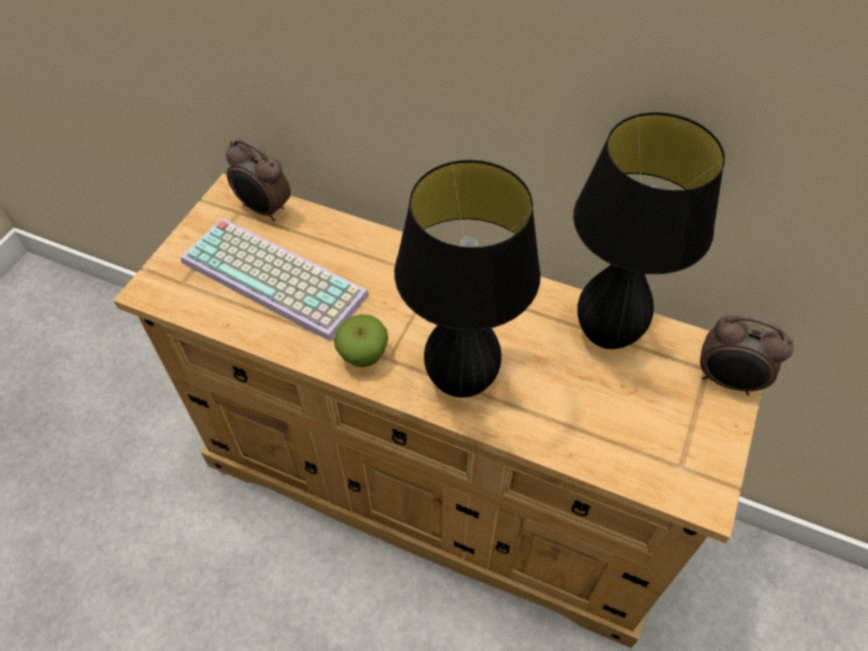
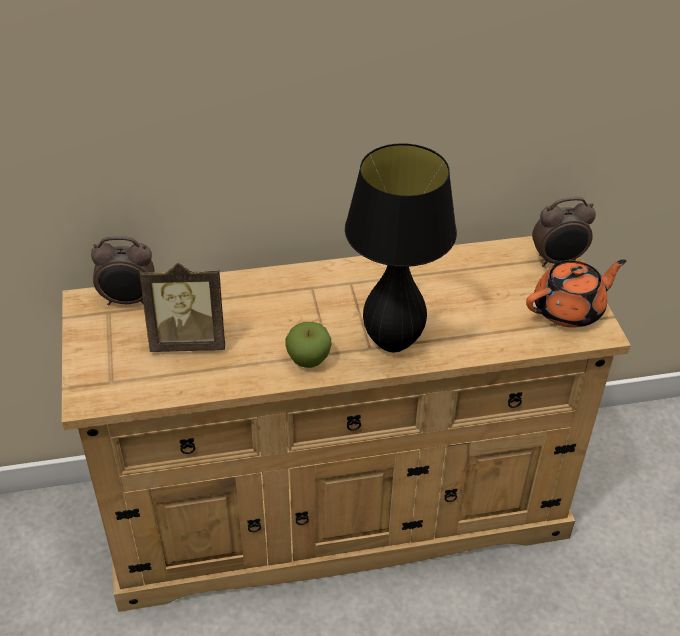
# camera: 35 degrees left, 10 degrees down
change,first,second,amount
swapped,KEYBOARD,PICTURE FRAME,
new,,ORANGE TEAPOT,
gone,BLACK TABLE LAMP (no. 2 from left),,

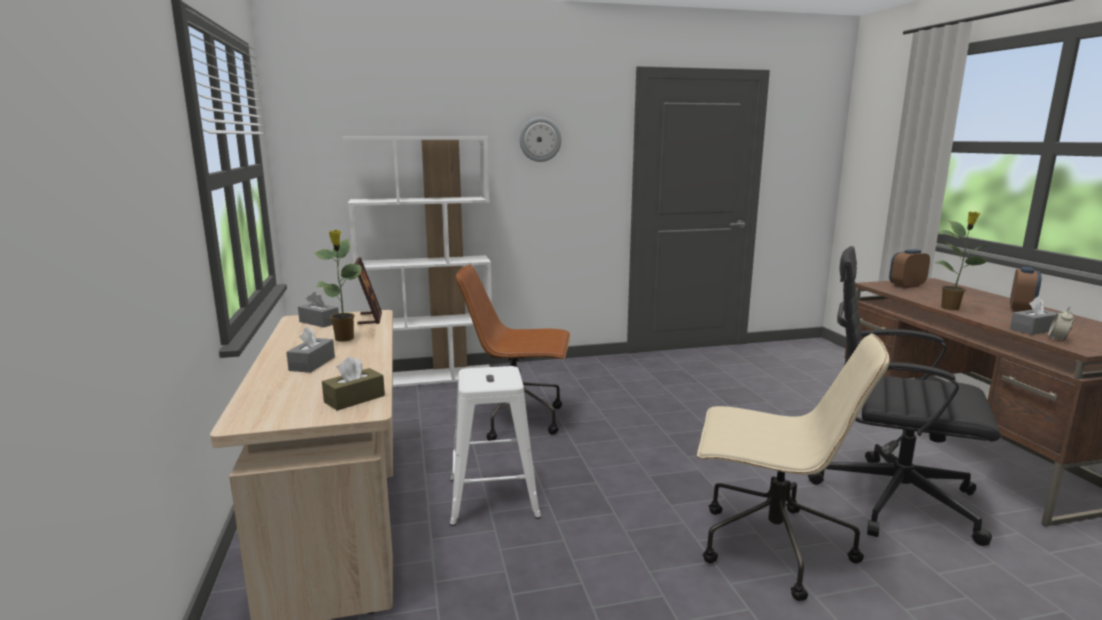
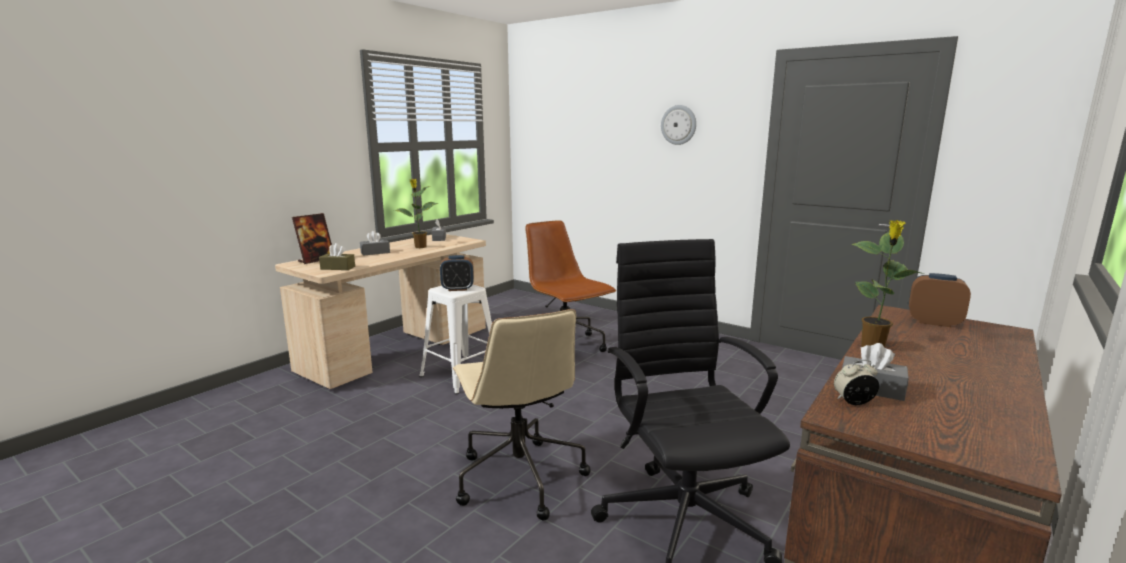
# camera: 50 degrees right, 0 degrees up
change,first,second,amount
shifted,PICTURE FRAME,,
shifted,ALARM CLOCK (no. 2 from left in the first image),ALARM CLOCK (no. 1 from left),
gone,WHITE BOOKCASE,,

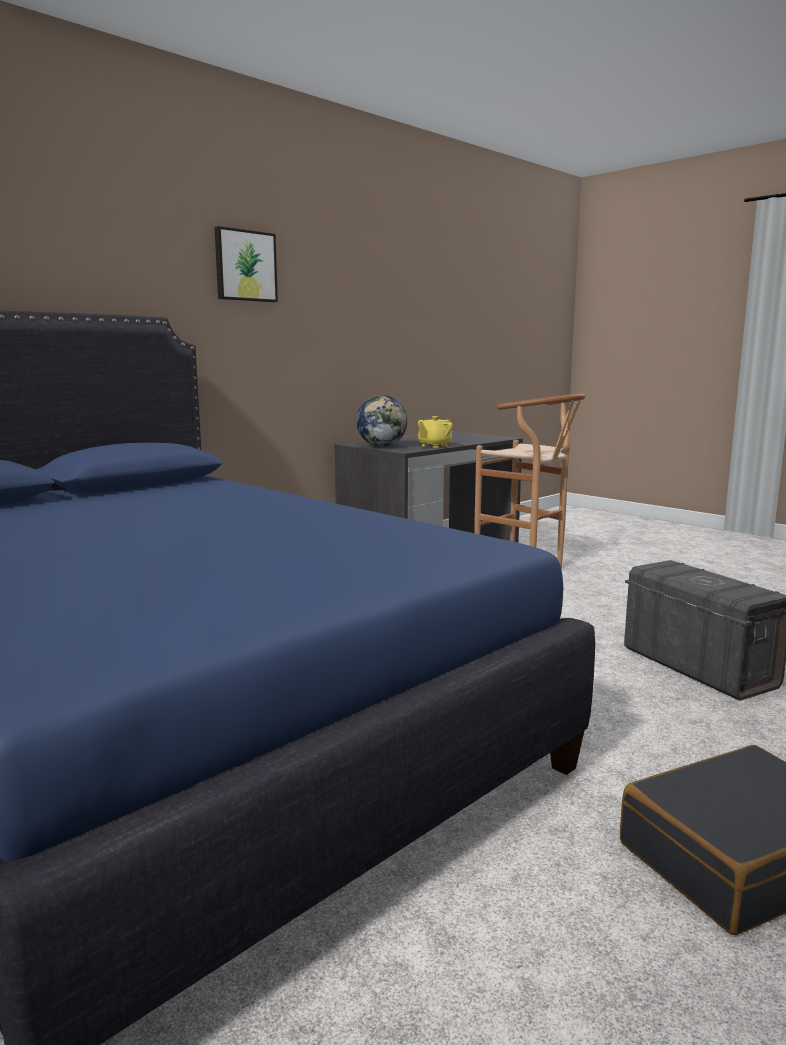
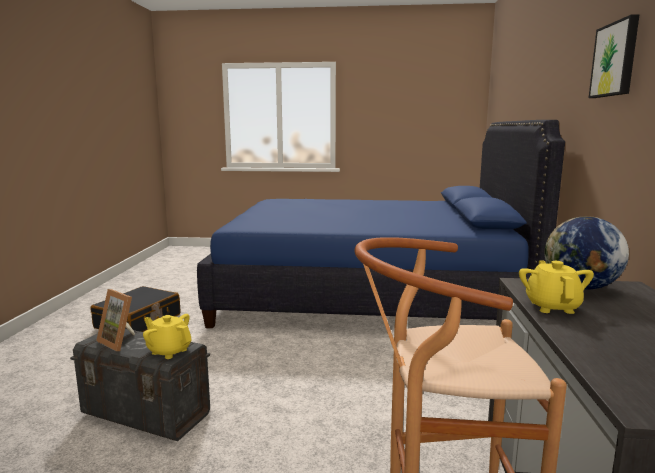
# camera: 140 degrees right, 0 degrees up
change,first,second,amount
new,,PICTURE FRAME,
new,,YELLOW TEAPOT (no. 1 from left),

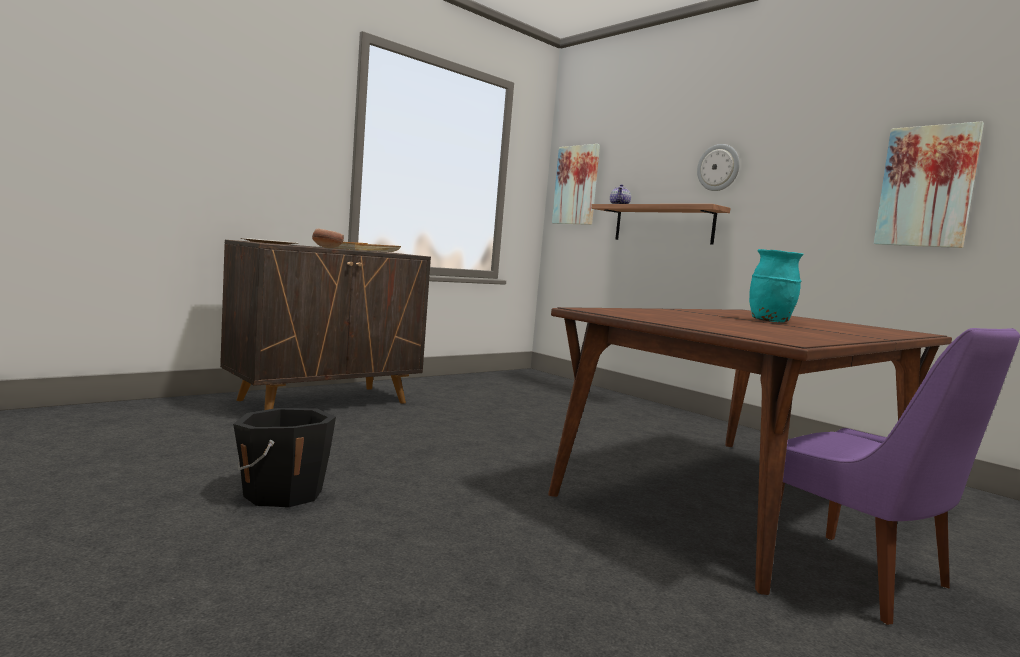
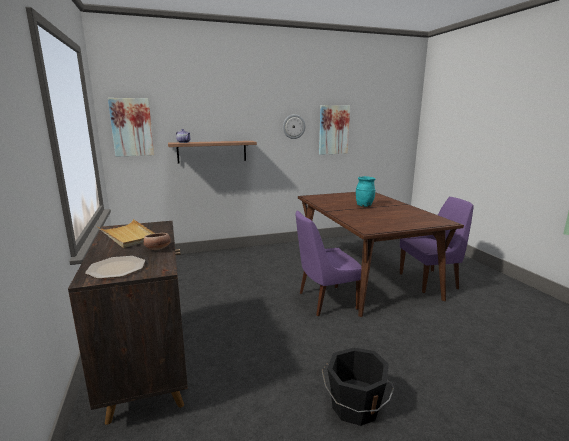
# camera: 65 degrees left, 10 degrees up
change,first,second,amount
shifted,WALL CLOCK,,
new,,PURPLE CHAIR (no. 1 from left),

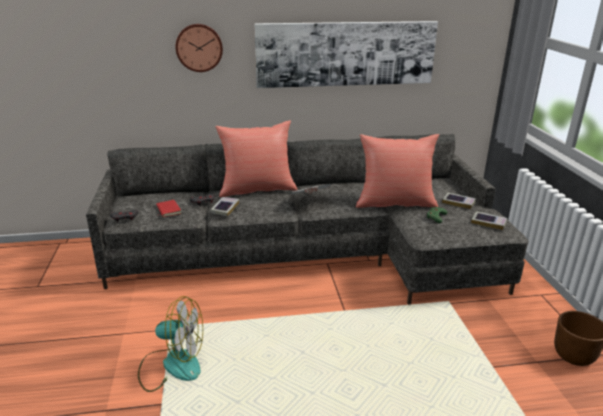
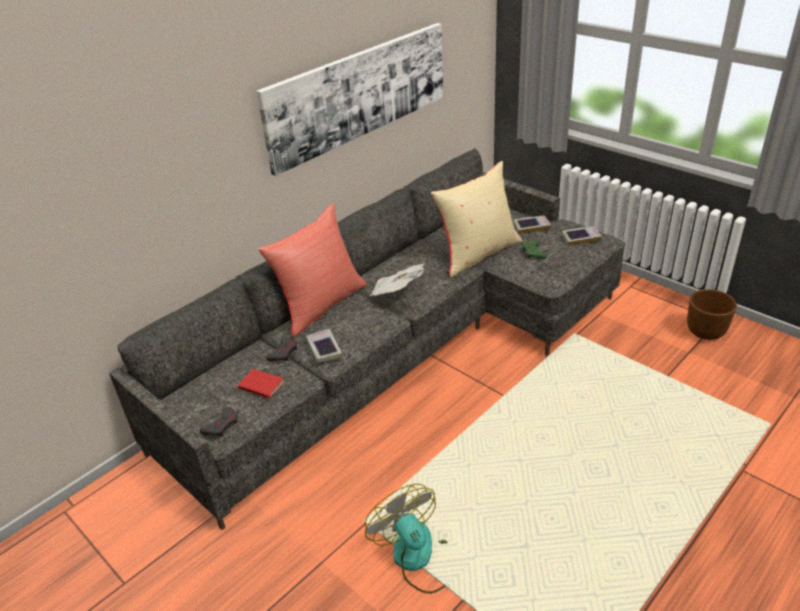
# camera: 35 degrees left, 10 degrees up
change,first,second,amount
rotated,FAN,,90 degrees counterclockwise
repainted,RED PILLOW (no. 2 from left),BEIGE PILLOW,
gone,WALL CLOCK,,

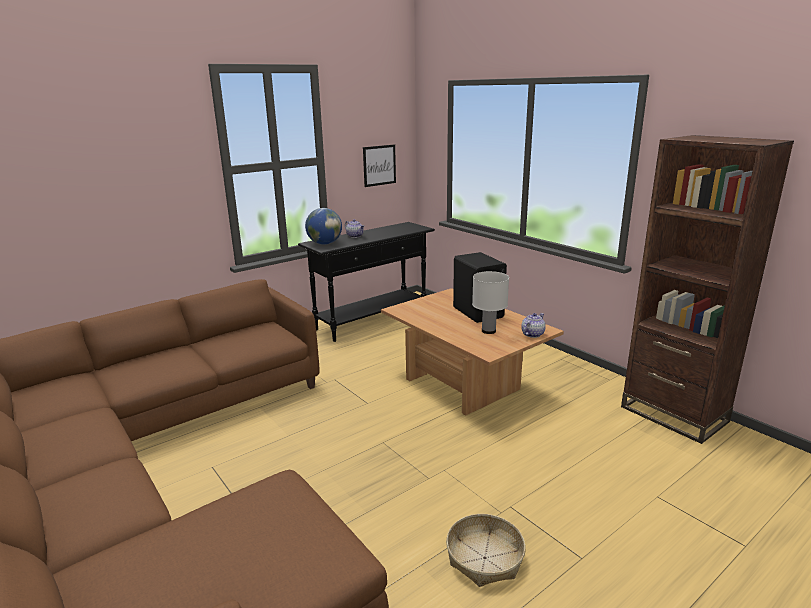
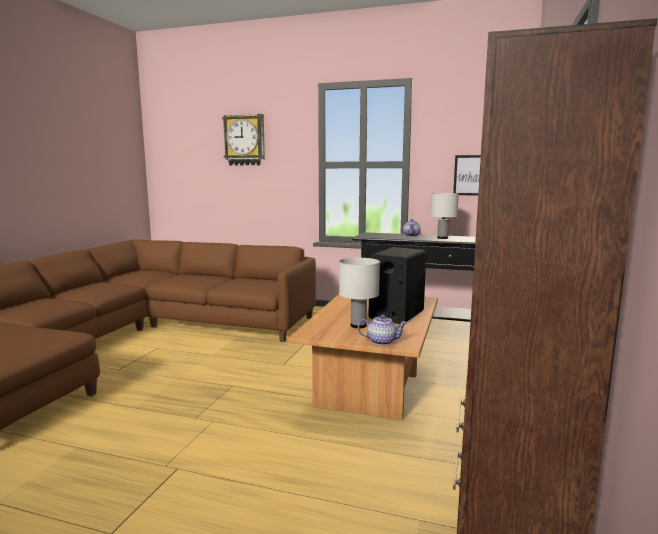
# camera: 55 degrees right, 10 degrees down
change,first,second,amount
new,,WALL CLOCK,
new,,WHITE TABLE LAMP (no. 2 from left),
gone,GLOBE,,
gone,BASKET,,

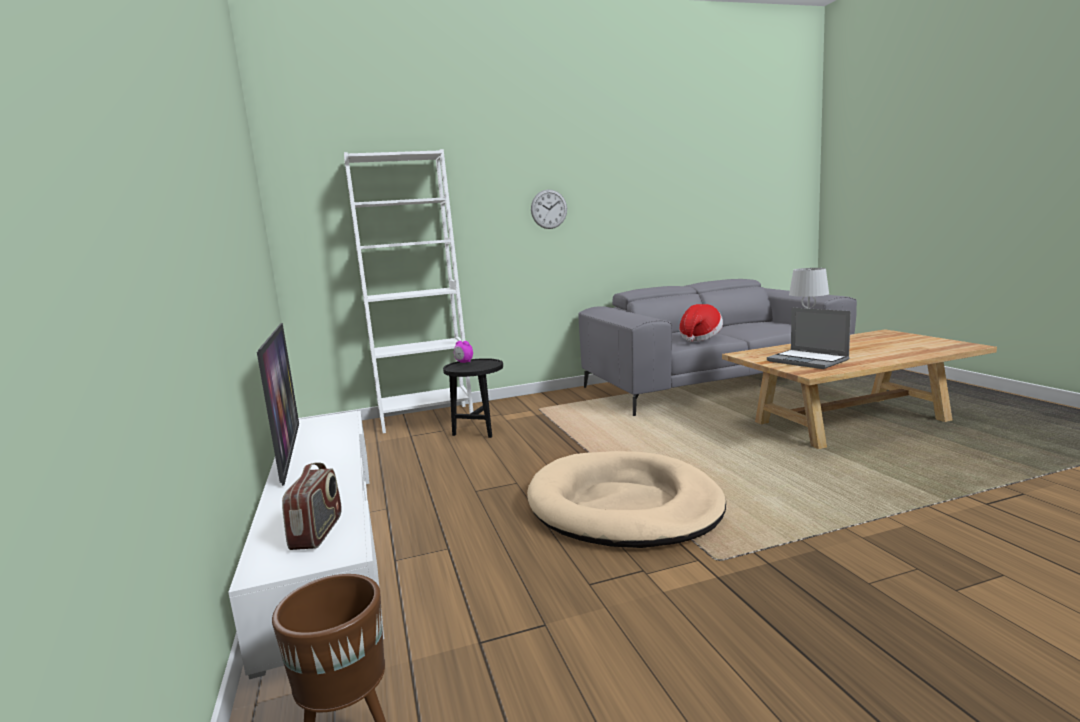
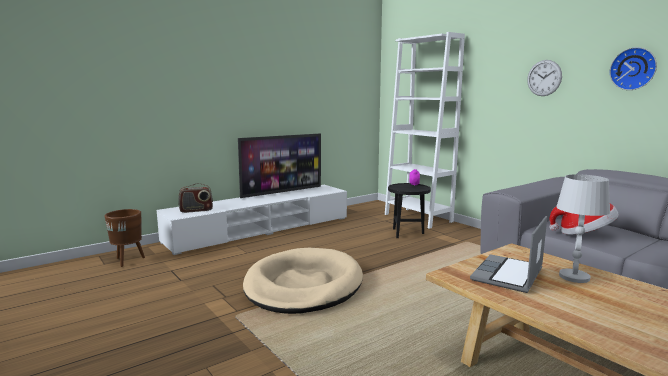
# camera: 70 degrees right, 0 degrees up
change,first,second,amount
new,,WALL CLOCK (no. 2 from left),

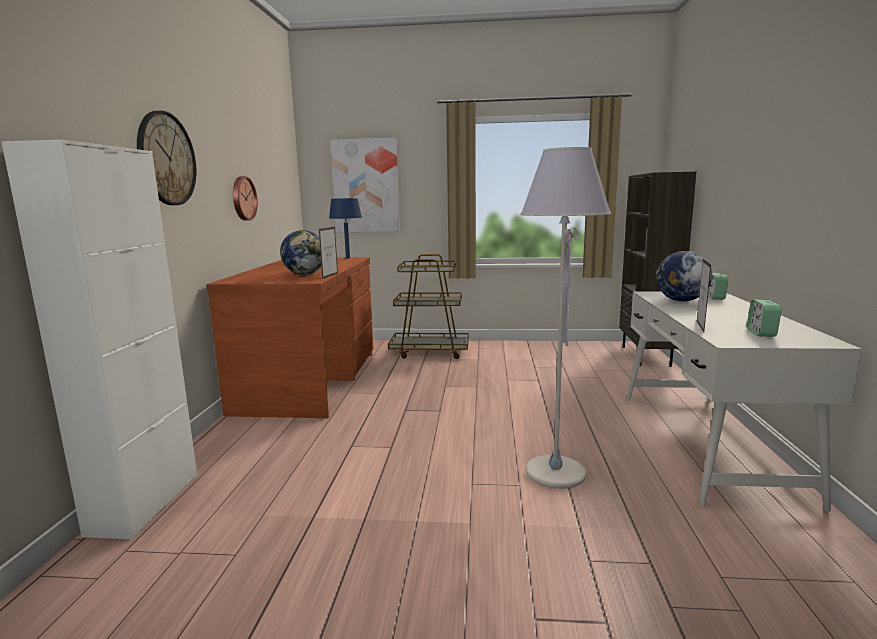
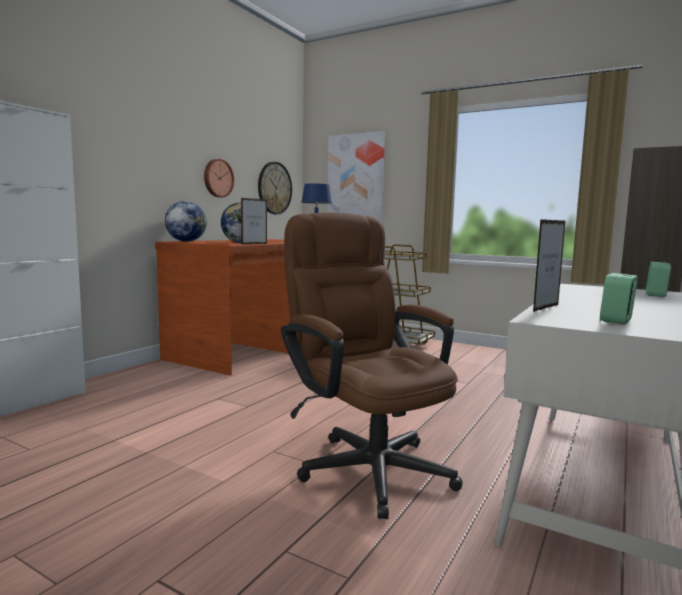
# camera: 25 degrees right, 5 degrees down
change,first,second,amount
shifted,GLOBE (no. 2 from left in the first image),GLOBE (no. 1 from left),
shifted,WALL CLOCK (no. 1 from left in the first image),WALL CLOCK (no. 2 from left),
swapped,GREY FLOOR LAMP,BROWN OFFICE CHAIR,

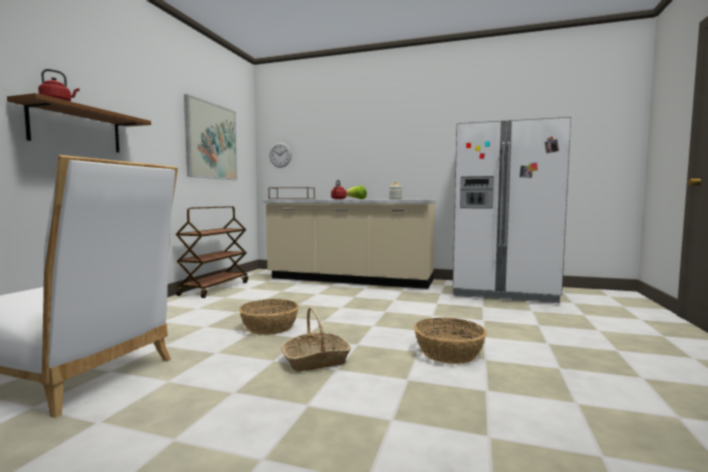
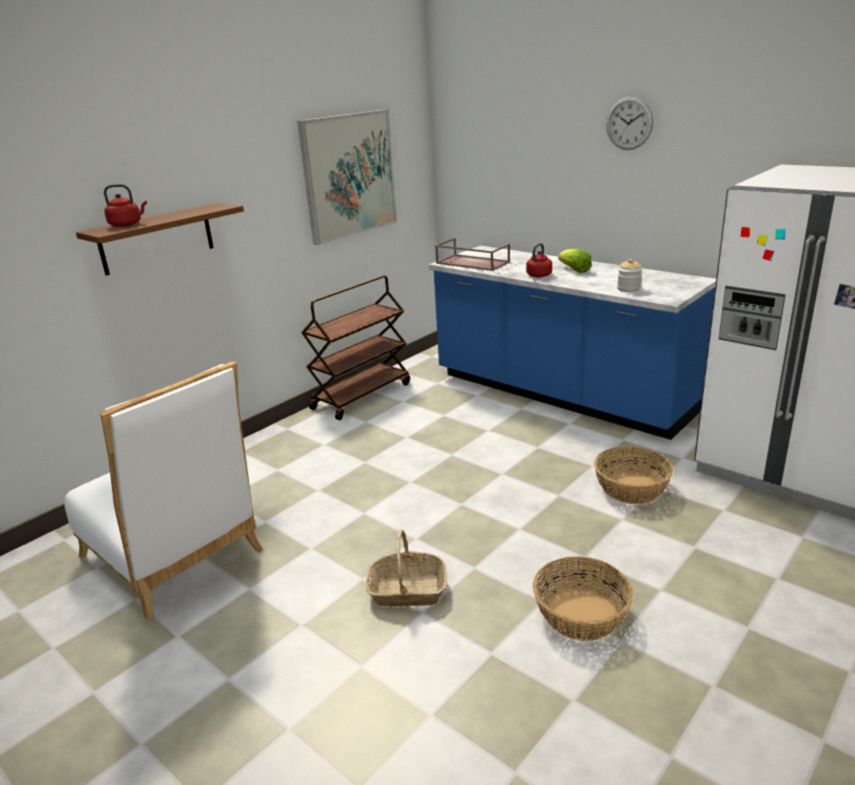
# camera: 25 degrees right, 20 degrees up
change,first,second,amount
repainted,BEIGE COUNTER,BLUE COUNTER,
shifted,BASKET (no. 1 from left in the first image),BASKET (no. 3 from left),
shifted,WALL CLOCK,,

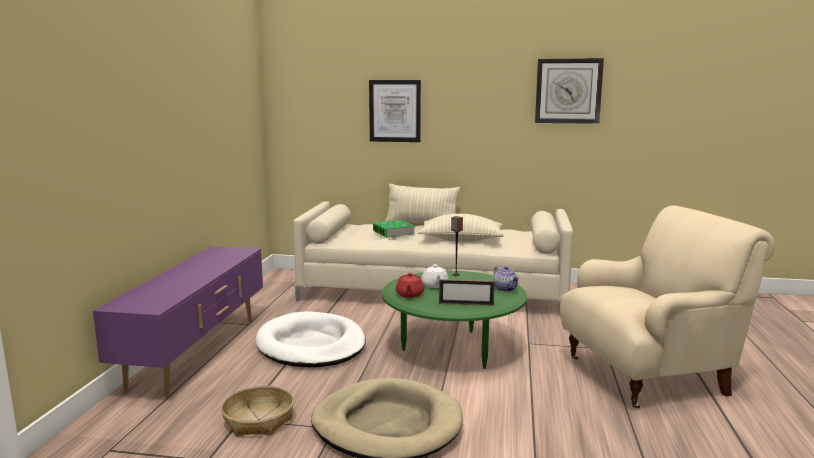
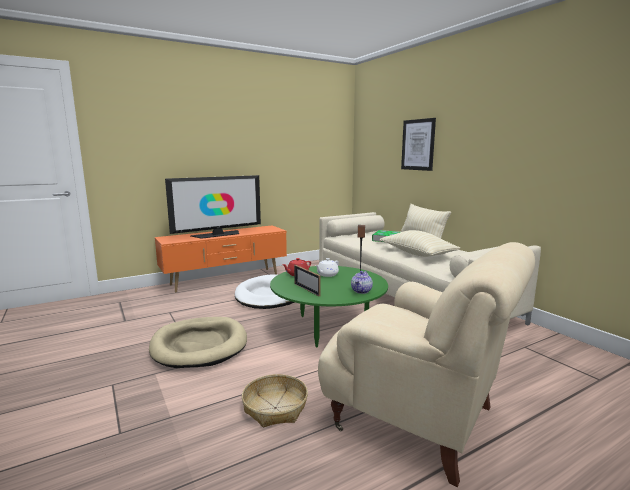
# camera: 50 degrees right, 0 degrees up
change,first,second,amount
repainted,PURPLE TV STAND,ORANGE TV STAND,
new,,TELEVISION,
shifted,BASKET,,
gone,WALL CLOCK,,

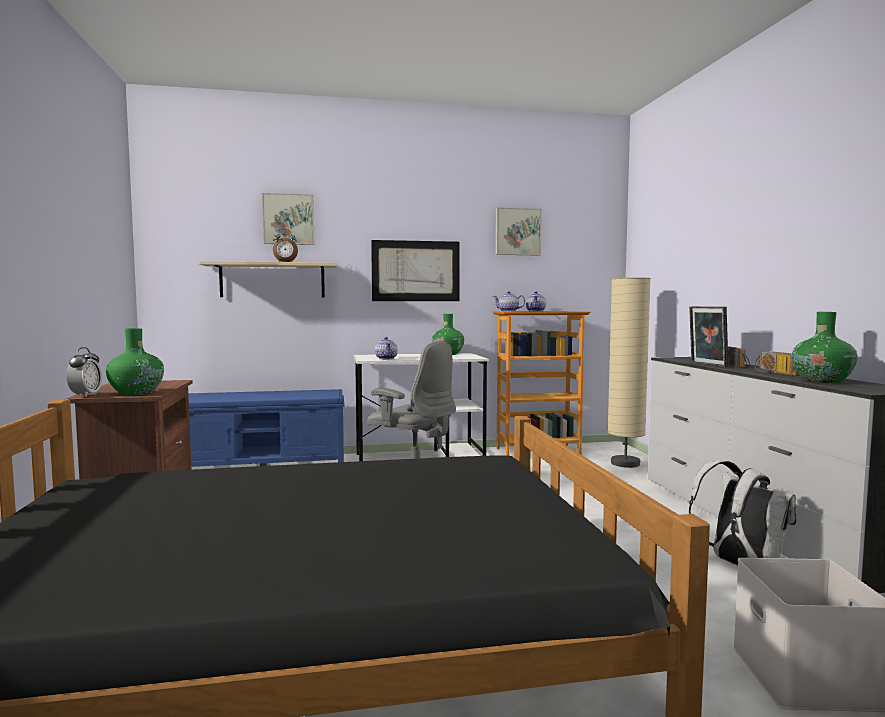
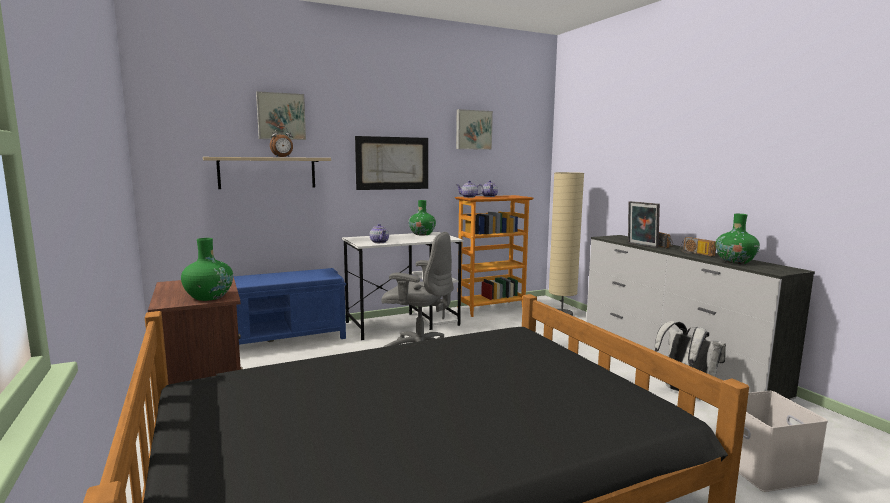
# camera: 15 degrees left, 5 degrees up
change,first,second,amount
gone,ALARM CLOCK (no. 1 from left),,

